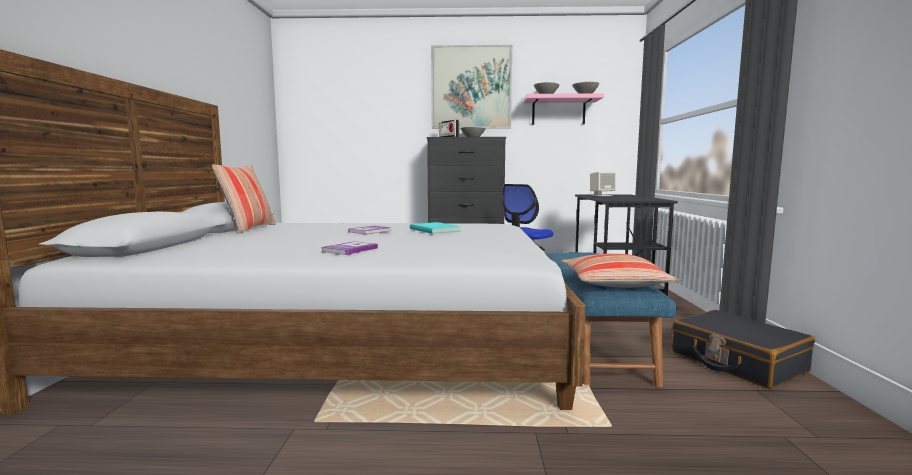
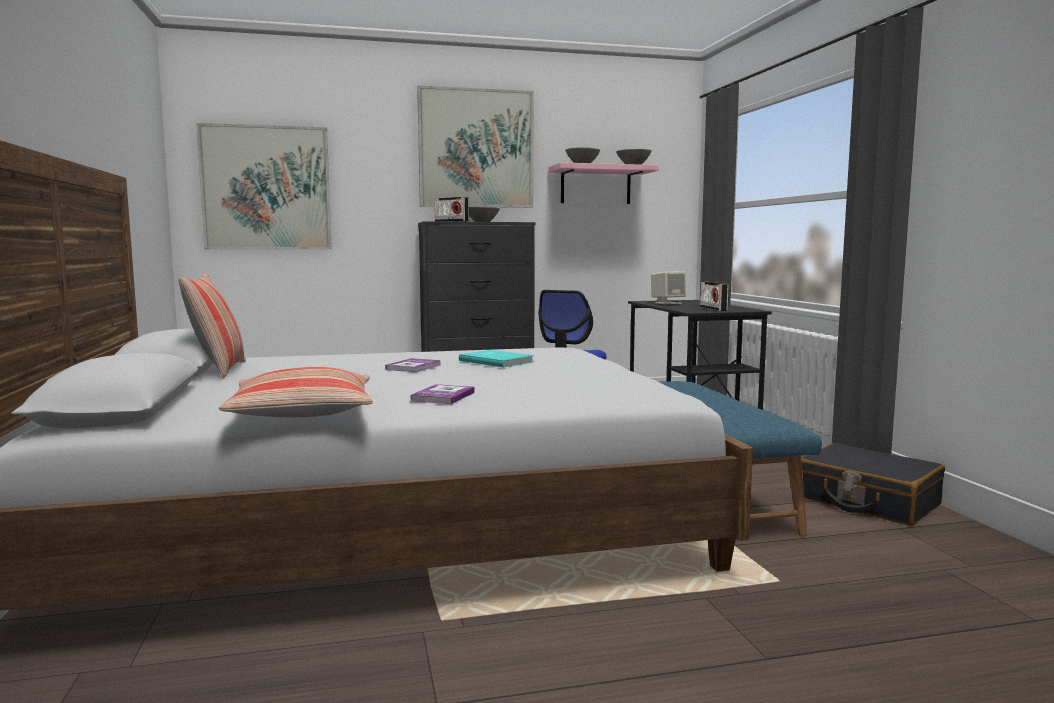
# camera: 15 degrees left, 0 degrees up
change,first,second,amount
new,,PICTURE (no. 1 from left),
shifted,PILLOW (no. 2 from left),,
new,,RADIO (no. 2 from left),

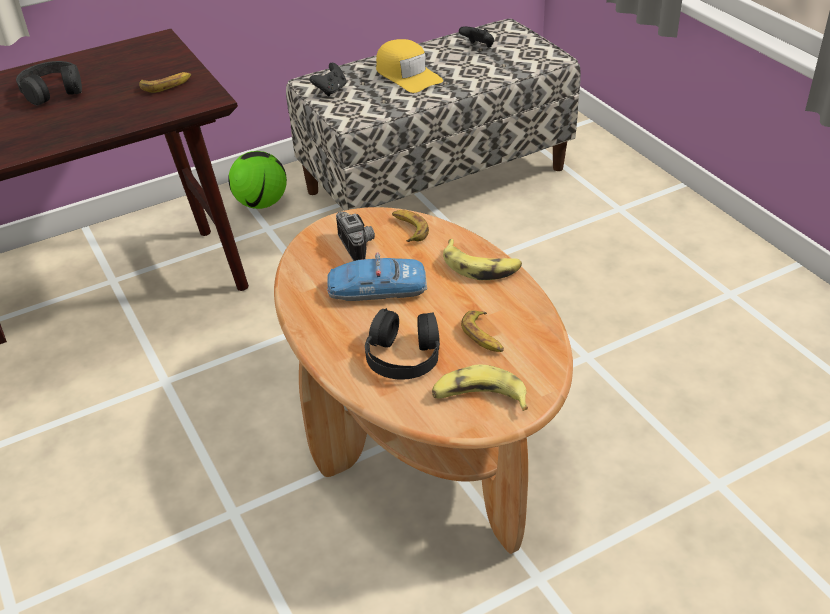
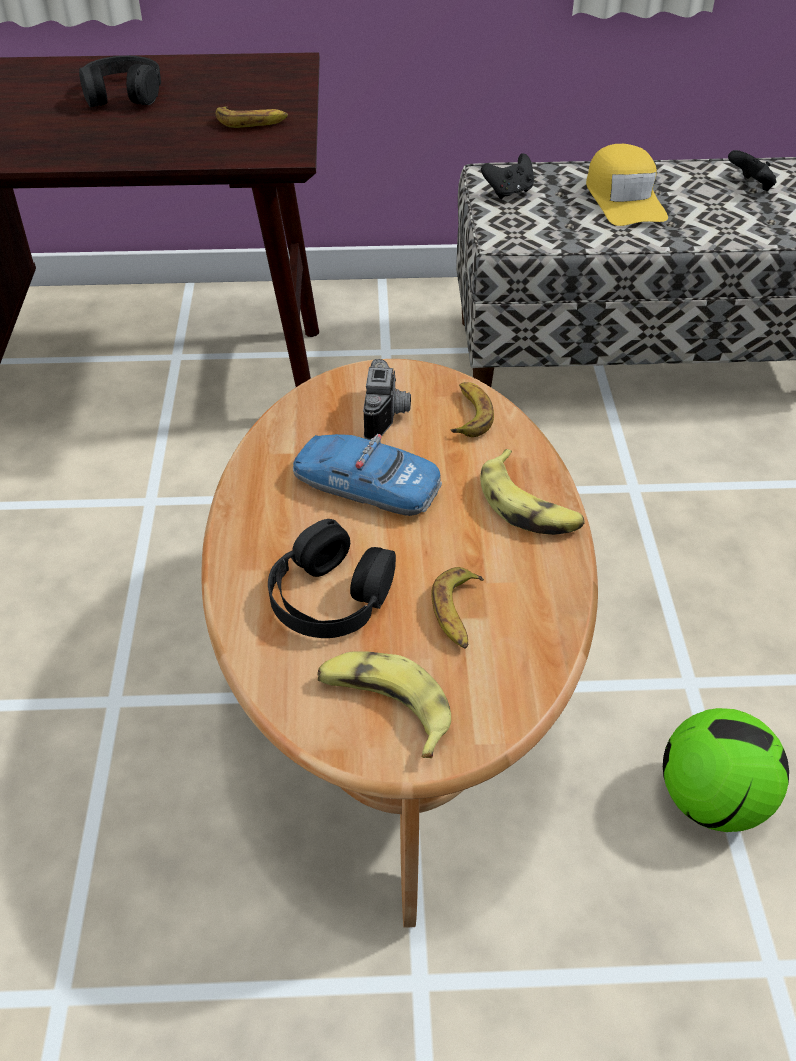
# camera: 25 degrees right, 5 degrees up
change,first,second,amount
shifted,FOOTBALL,,

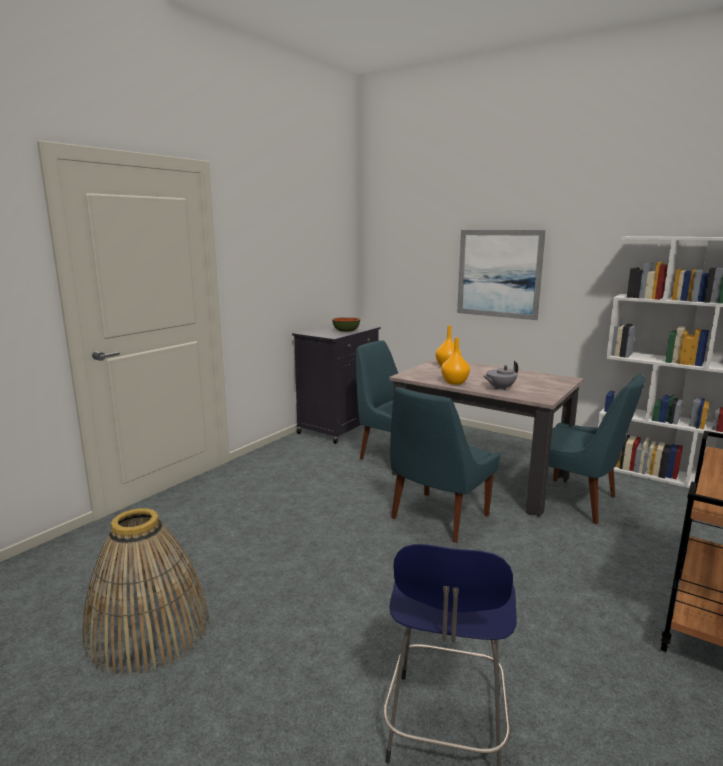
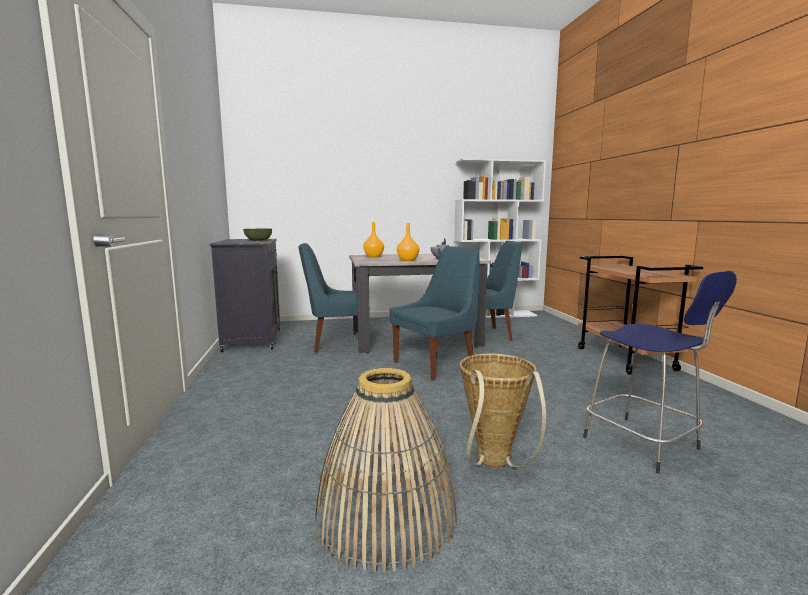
# camera: 45 degrees left, 5 degrees down
change,first,second,amount
rotated,BLUE CHAIR (no. 2 from left),,120 degrees counterclockwise
new,,BASKET (no. 2 from left),
gone,PICTURE,,

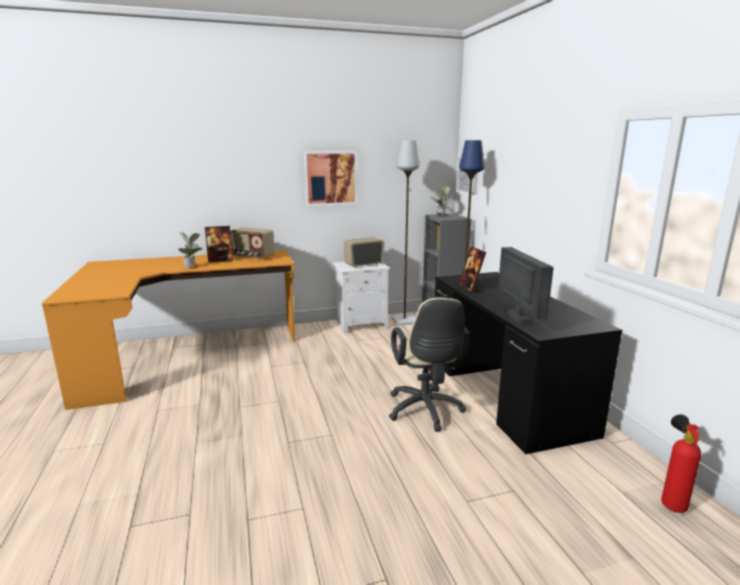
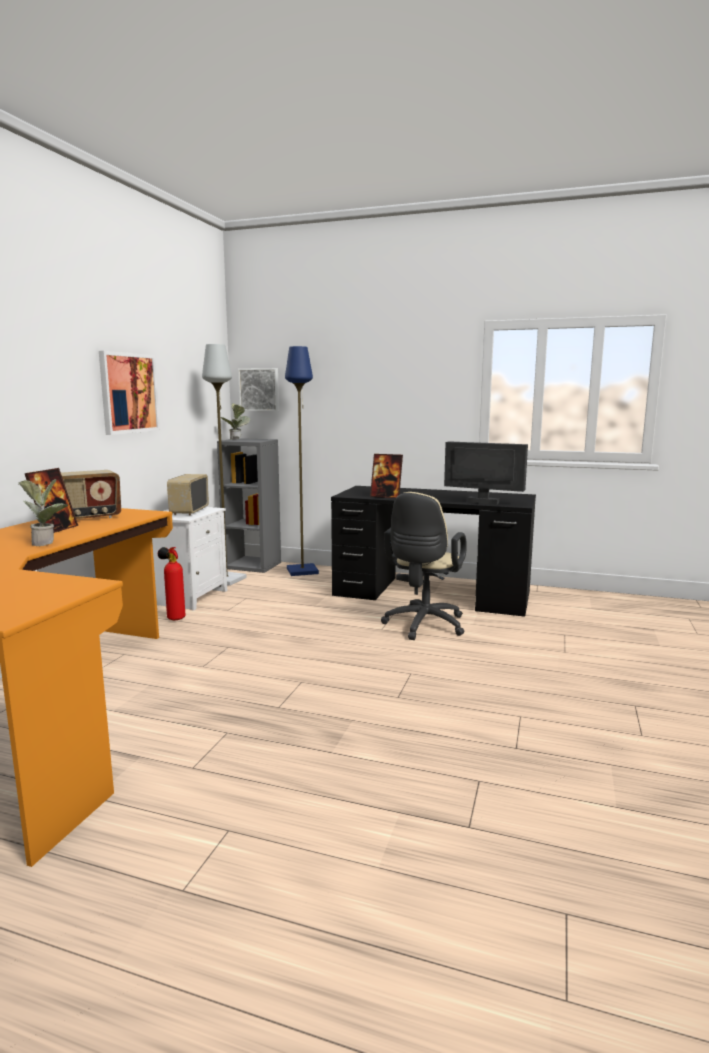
# camera: 55 degrees left, 5 degrees down
change,first,second,amount
shifted,FIRE EXTINGUISHER,,
rotated,BEIGE OFFICE CHAIR,,90 degrees clockwise

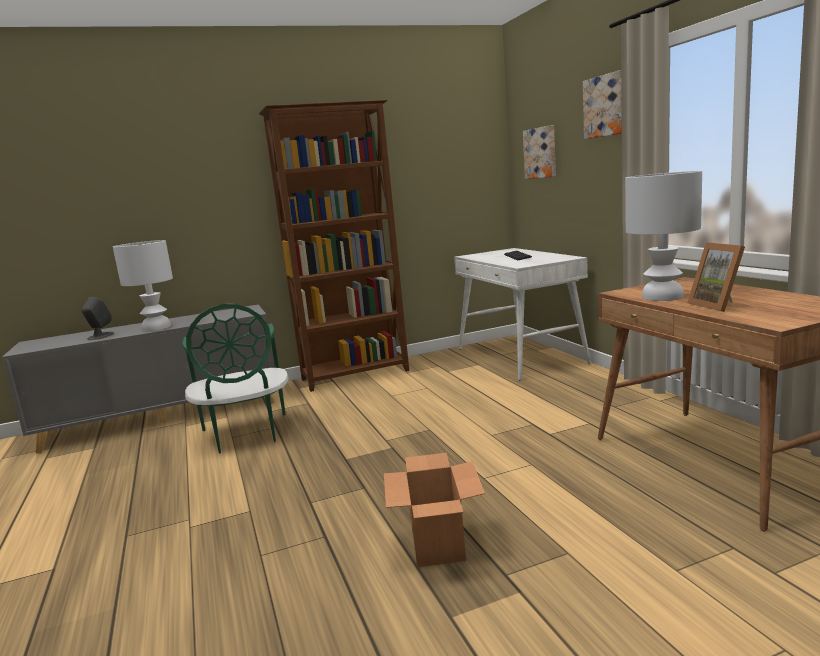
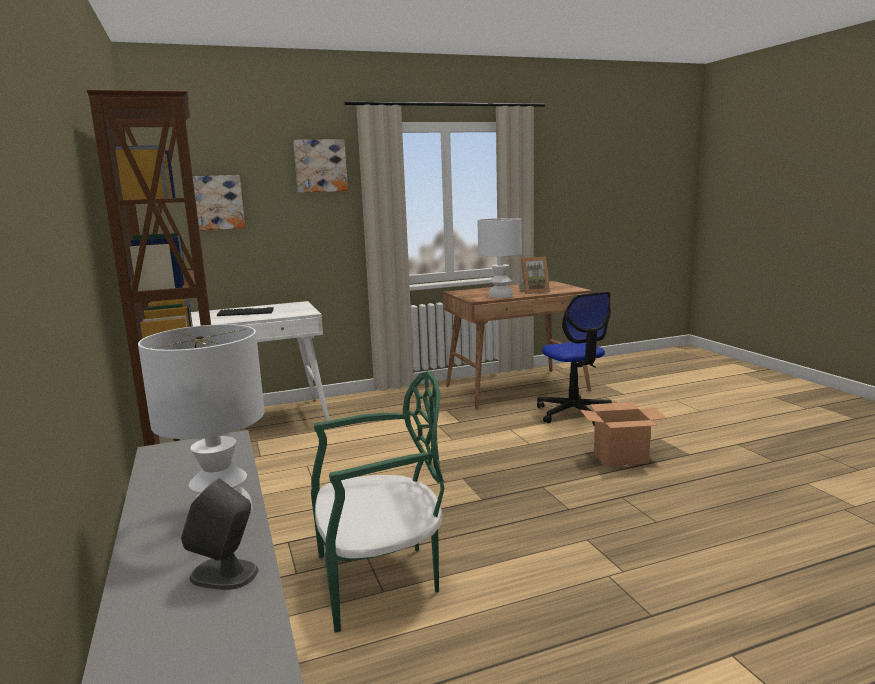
# camera: 90 degrees left, 0 degrees up
change,first,second,amount
new,,OFFICE CHAIR,

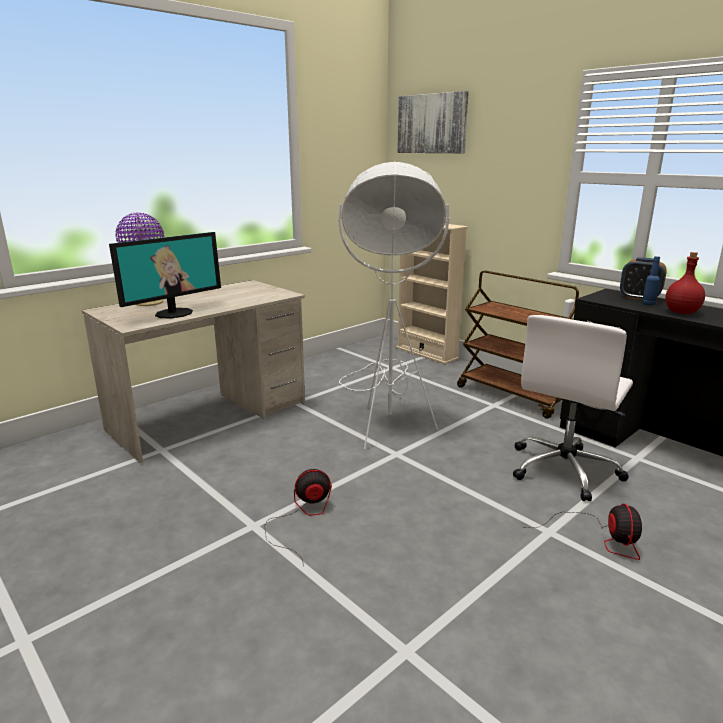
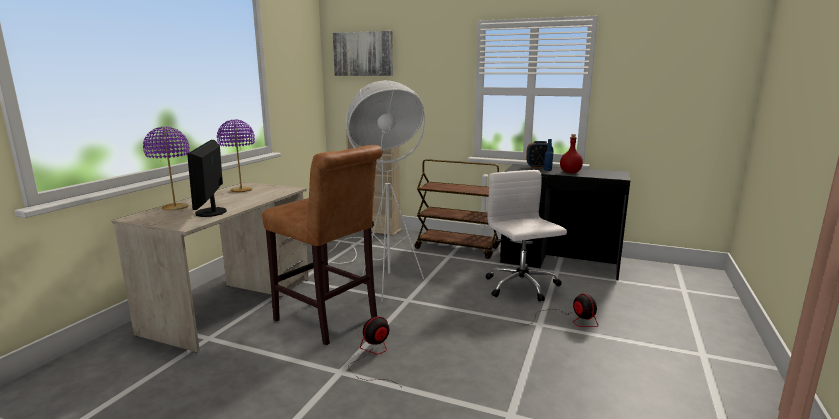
# camera: 25 degrees left, 5 degrees down
change,first,second,amount
rotated,MONITOR,,150 degrees clockwise
new,,PURPLE TABLE LAMP (no. 2 from left),
new,,BROWN STOOL,
rotated,WHITE OFFICE CHAIR,,150 degrees clockwise

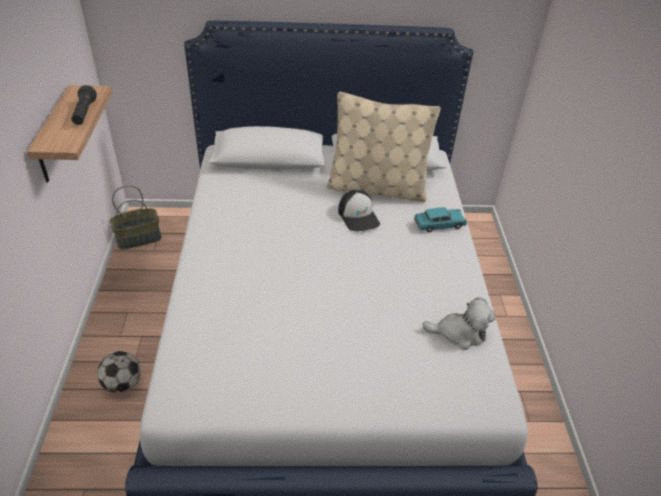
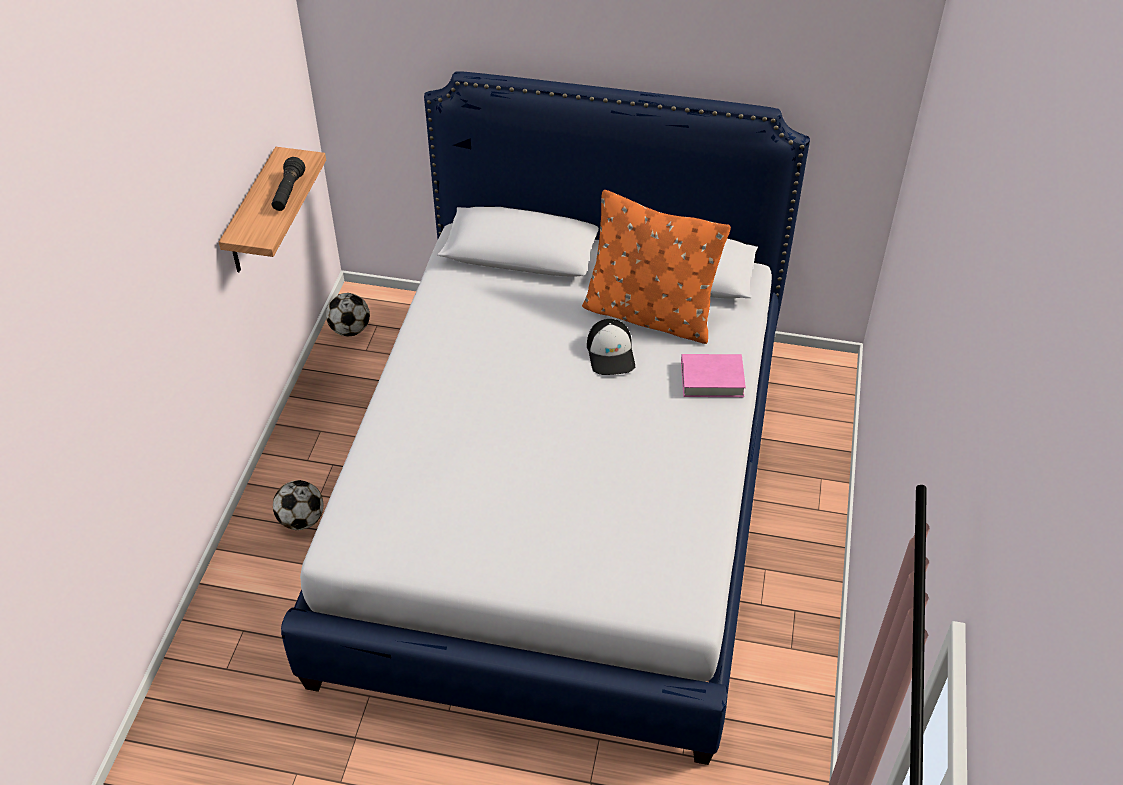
# camera: 15 degrees right, 5 degrees up
change,first,second,amount
swapped,BASKET,FOOTBALL (no. 2 from left),
repainted,BEIGE PILLOW,ORANGE PILLOW,
swapped,TURQUOISE TOY CAR,PINK BOOK,
gone,PLUSH TOY,,

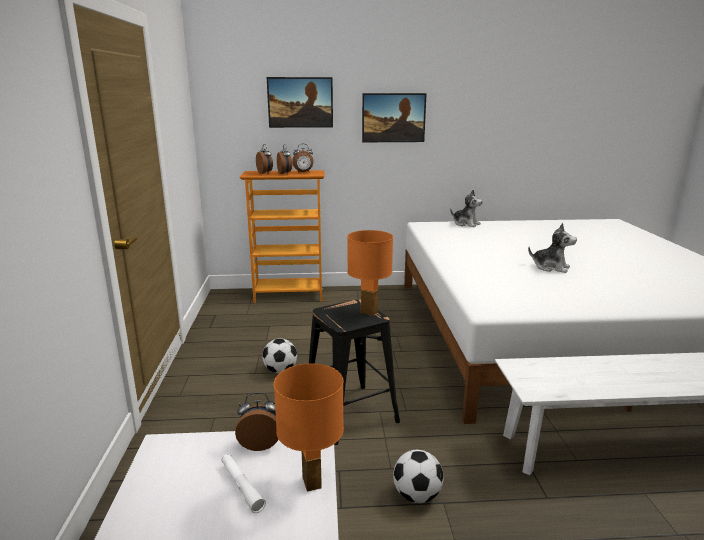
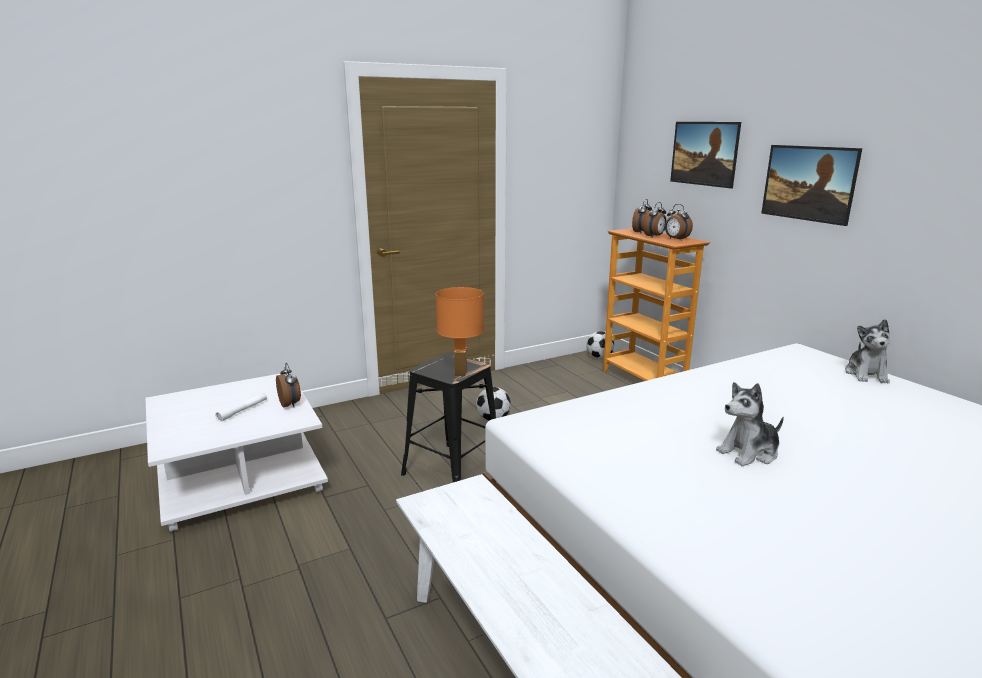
# camera: 65 degrees right, 0 degrees up
change,first,second,amount
shifted,FOOTBALL (no. 2 from left),,
rotated,PLUSH TOY (no. 2 from left in the first image),PLUSH TOY (no. 1 from left),60 degrees clockwise
gone,ORANGE TABLE LAMP (no. 1 from left),,

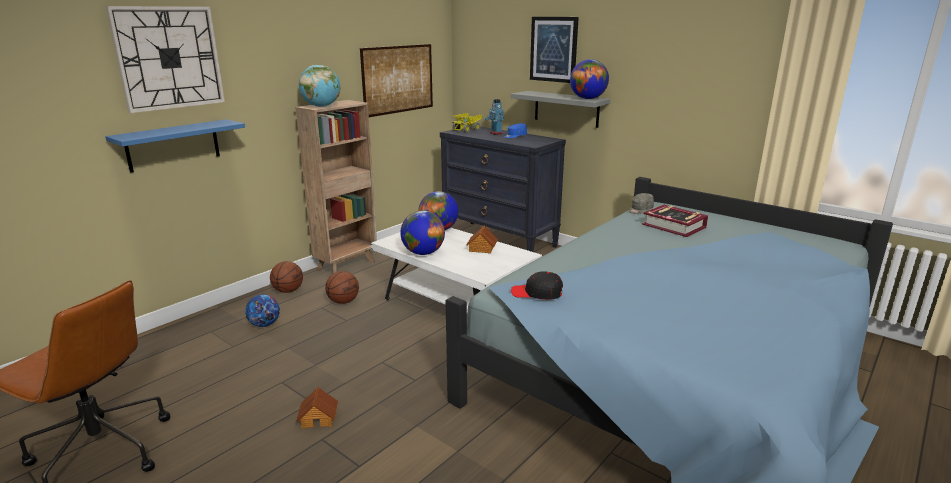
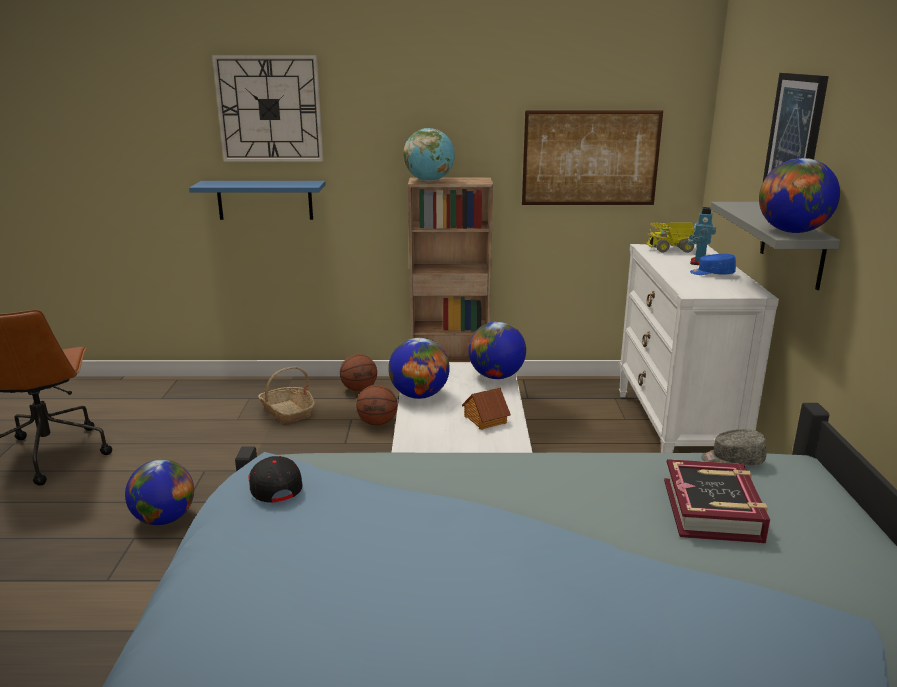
# camera: 50 degrees right, 0 degrees up
change,first,second,amount
swapped,TOY HOUSE (no. 1 from left),GLOBE (no. 1 from left),
swapped,FOOTBALL,BASKET,
repainted,BLACK DRESSER,WHITE DRESSER,

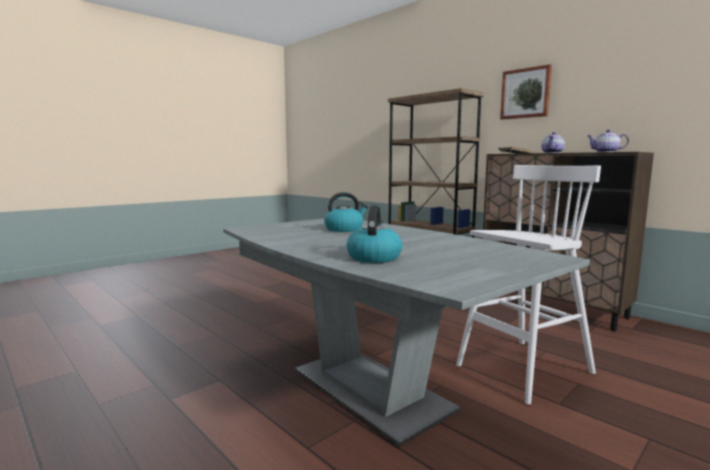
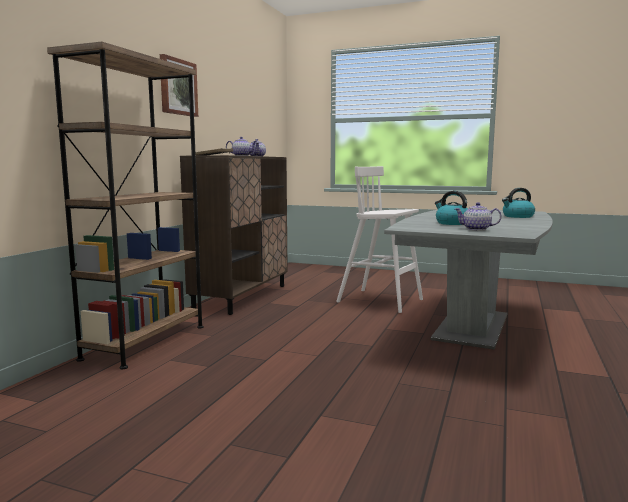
# camera: 115 degrees left, 0 degrees up
change,first,second,amount
new,,TEAPOT (no. 3 from left),

